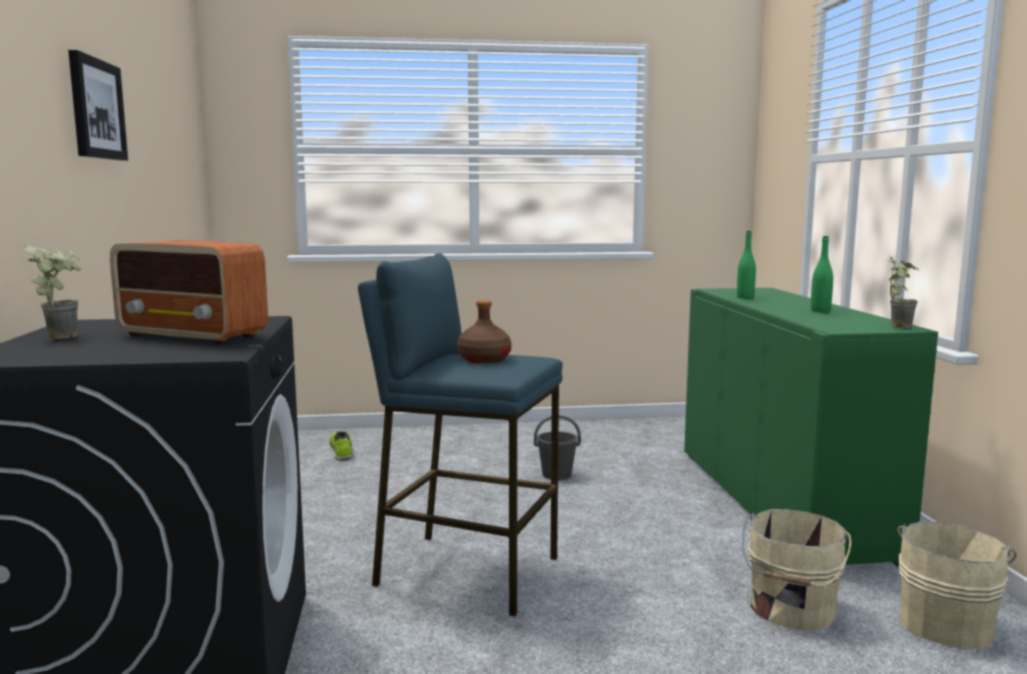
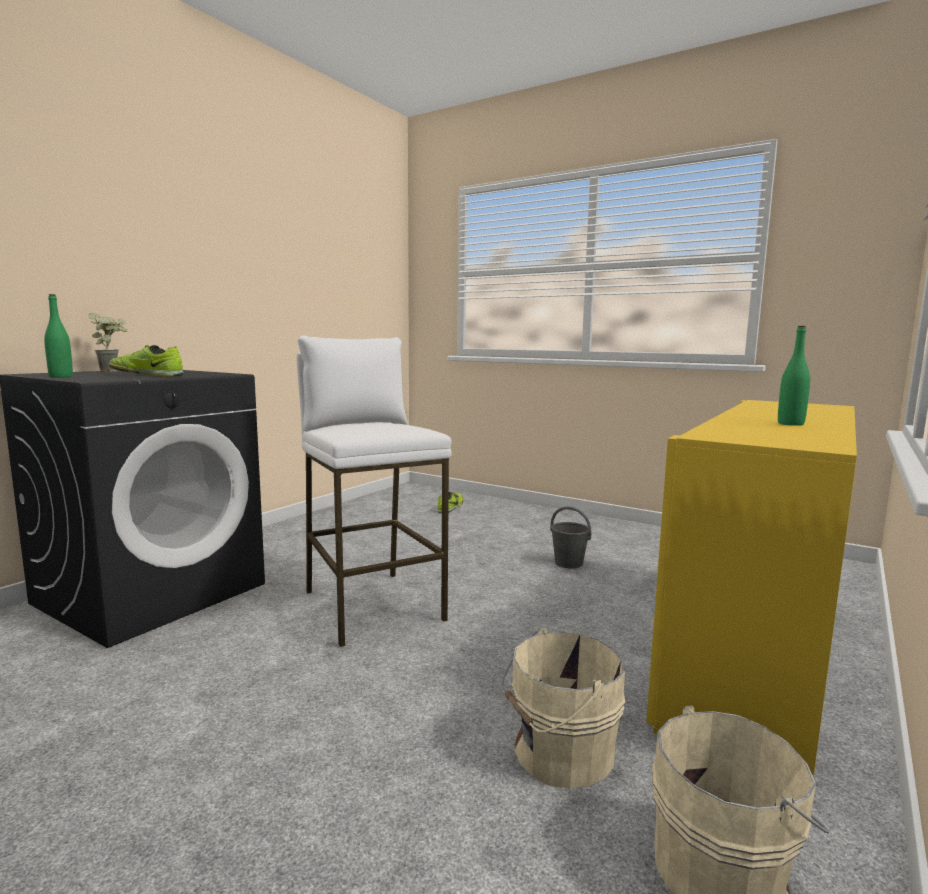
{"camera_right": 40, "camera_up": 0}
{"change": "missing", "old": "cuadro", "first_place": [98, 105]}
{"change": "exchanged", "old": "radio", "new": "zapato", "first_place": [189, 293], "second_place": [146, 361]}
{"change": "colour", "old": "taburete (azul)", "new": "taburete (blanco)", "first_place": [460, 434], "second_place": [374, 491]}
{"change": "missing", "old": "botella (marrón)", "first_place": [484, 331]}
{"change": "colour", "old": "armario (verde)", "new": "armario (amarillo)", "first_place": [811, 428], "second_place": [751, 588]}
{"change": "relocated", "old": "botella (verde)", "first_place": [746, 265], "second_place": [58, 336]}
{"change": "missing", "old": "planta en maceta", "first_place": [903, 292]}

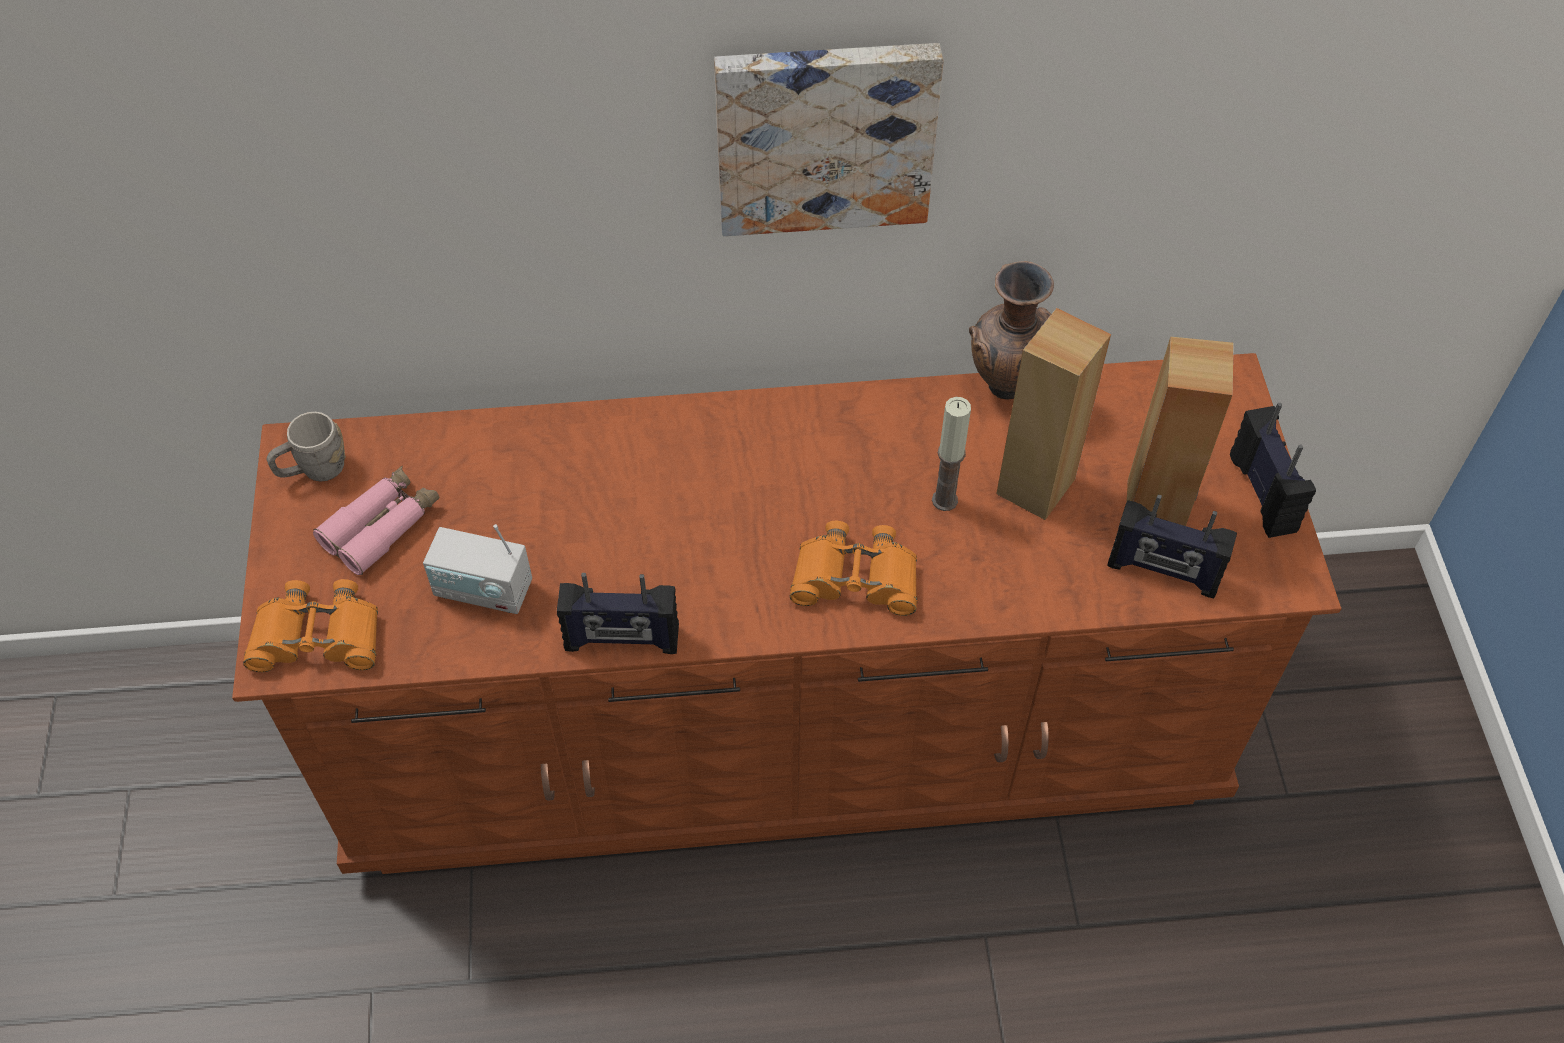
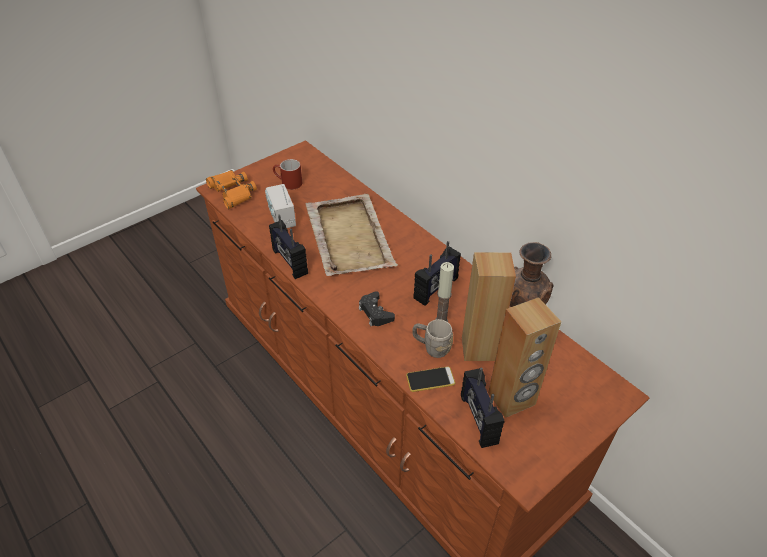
{"camera_right": 55, "camera_up": -10}
{"change": "relocated", "old": "taza grande (gris)", "first_place": [306, 447], "second_place": [432, 338]}
{"change": "exchanged", "old": "prismáticos (rosa)", "new": "taza grande (rojo)", "first_place": [376, 520], "second_place": [287, 174]}
{"change": "missing", "old": "cuadro", "first_place": [829, 139]}
{"change": "exchanged", "old": "prismáticos (naranja)", "new": "mando de consola (negro)", "first_place": [853, 568], "second_place": [377, 308]}
{"change": "relocated", "old": "radio", "first_place": [1273, 470], "second_place": [437, 273]}
{"change": "appeared", "new": "bandeja (beis)", "second_place": [351, 235]}
{"change": "appeared", "new": "móvil", "second_place": [430, 379]}

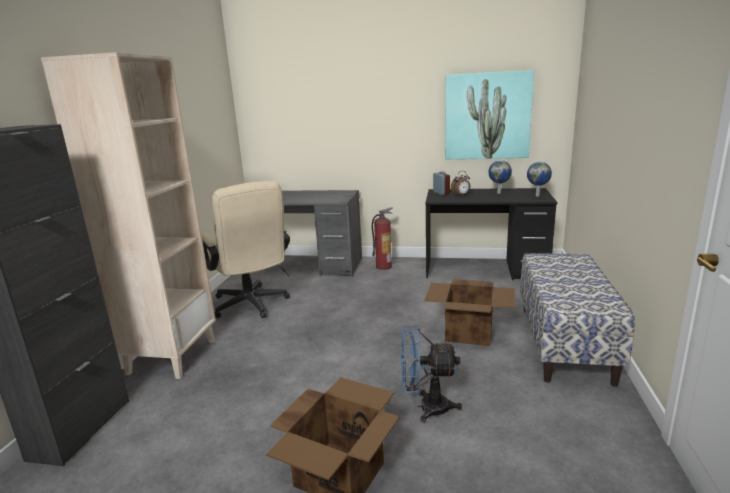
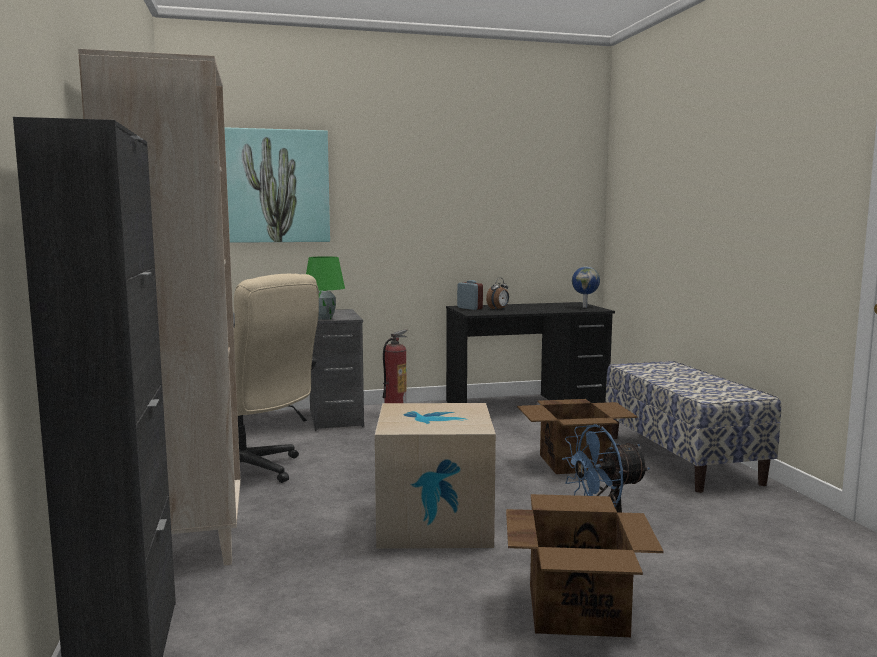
{"camera_right": -25, "camera_up": -10}
{"change": "relocated", "old": "cuadro", "first_place": [489, 114], "second_place": [277, 185]}
{"change": "missing", "old": "globo terráqueo", "first_place": [500, 177]}
{"change": "appeared", "new": "lámpara de mesa (verde)", "second_place": [325, 288]}
{"change": "appeared", "new": "caja de cartón", "second_place": [435, 476]}

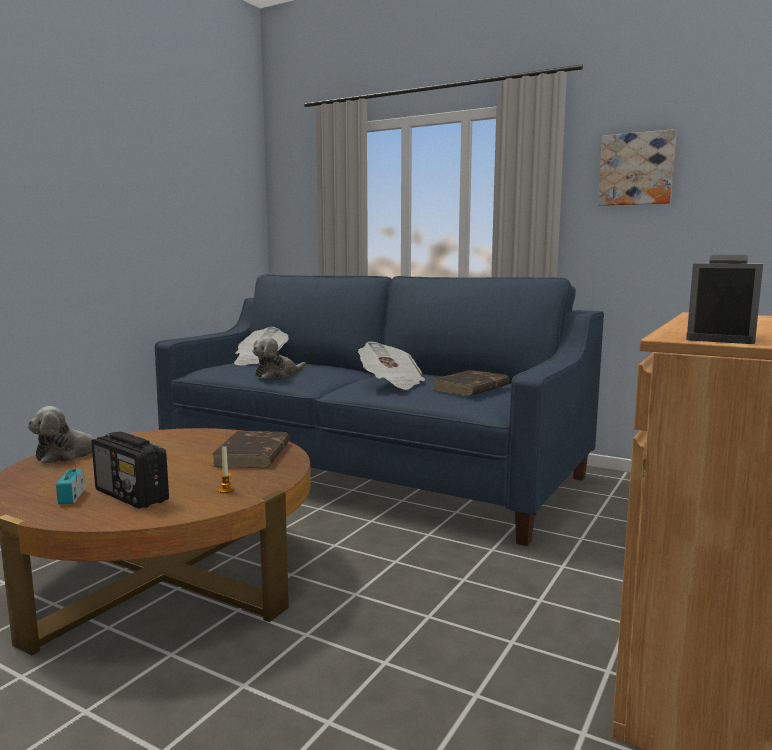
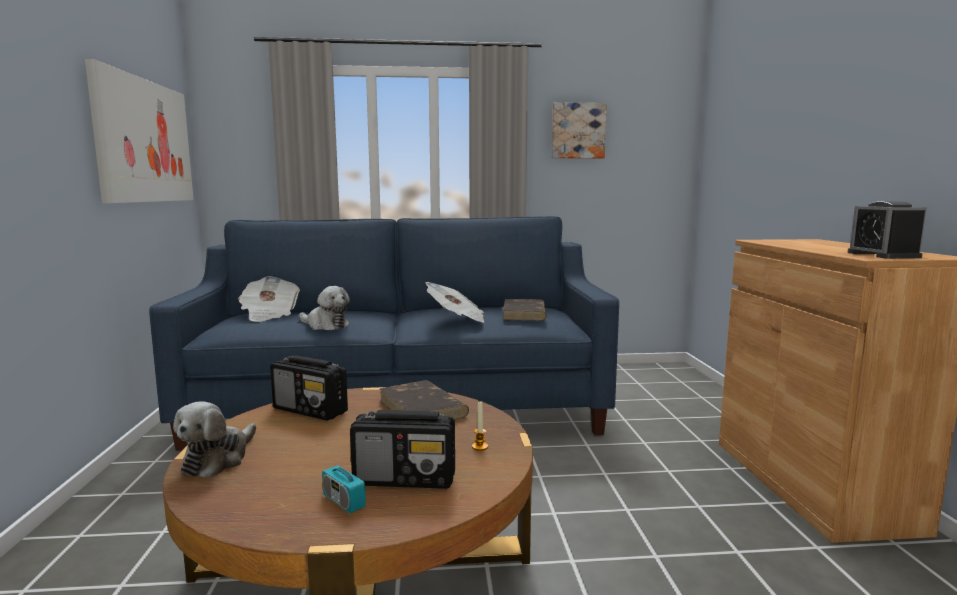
{"camera_right": -35, "camera_up": 0}
{"change": "spun", "old": "peluche", "first_place": [279, 358], "second_place": [324, 308], "degrees": -75}
{"change": "appeared", "new": "cuadro", "second_place": [139, 131]}
{"change": "appeared", "new": "radio", "second_place": [309, 388]}

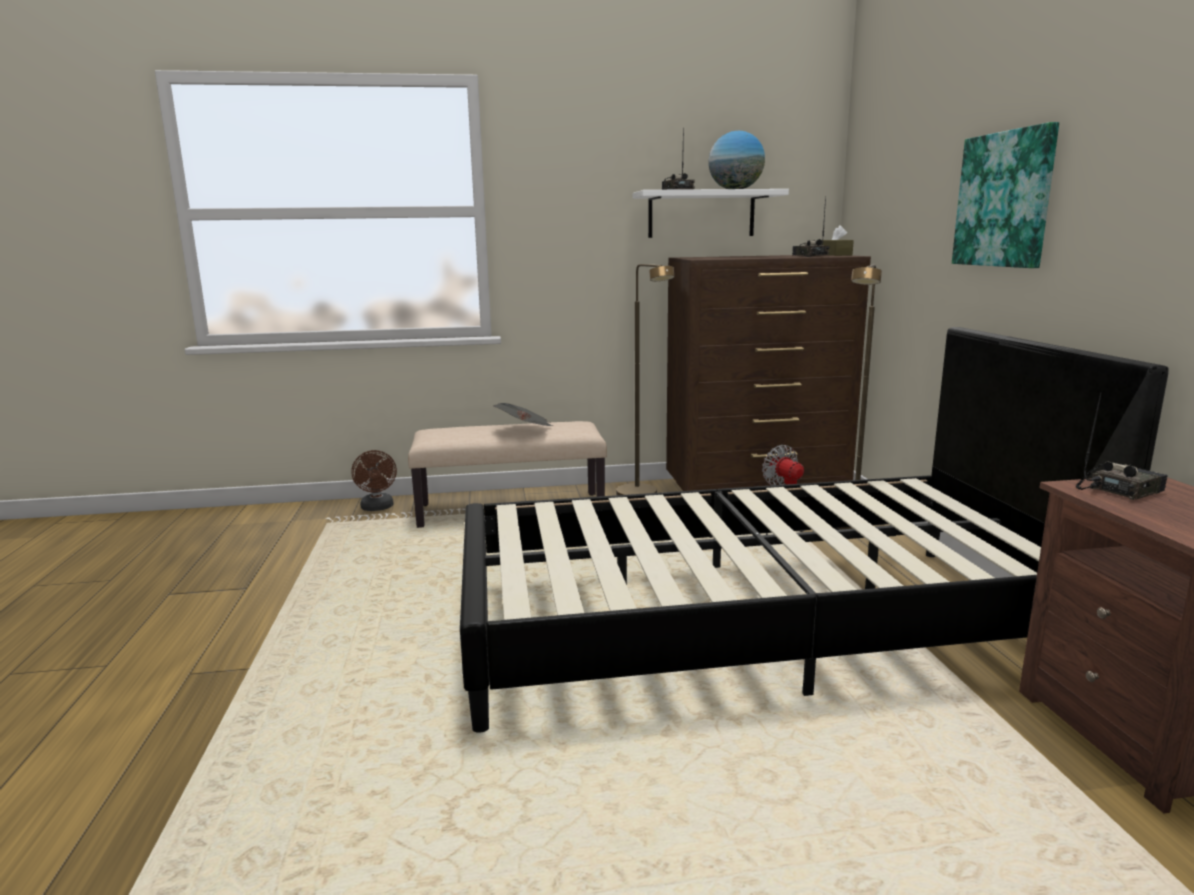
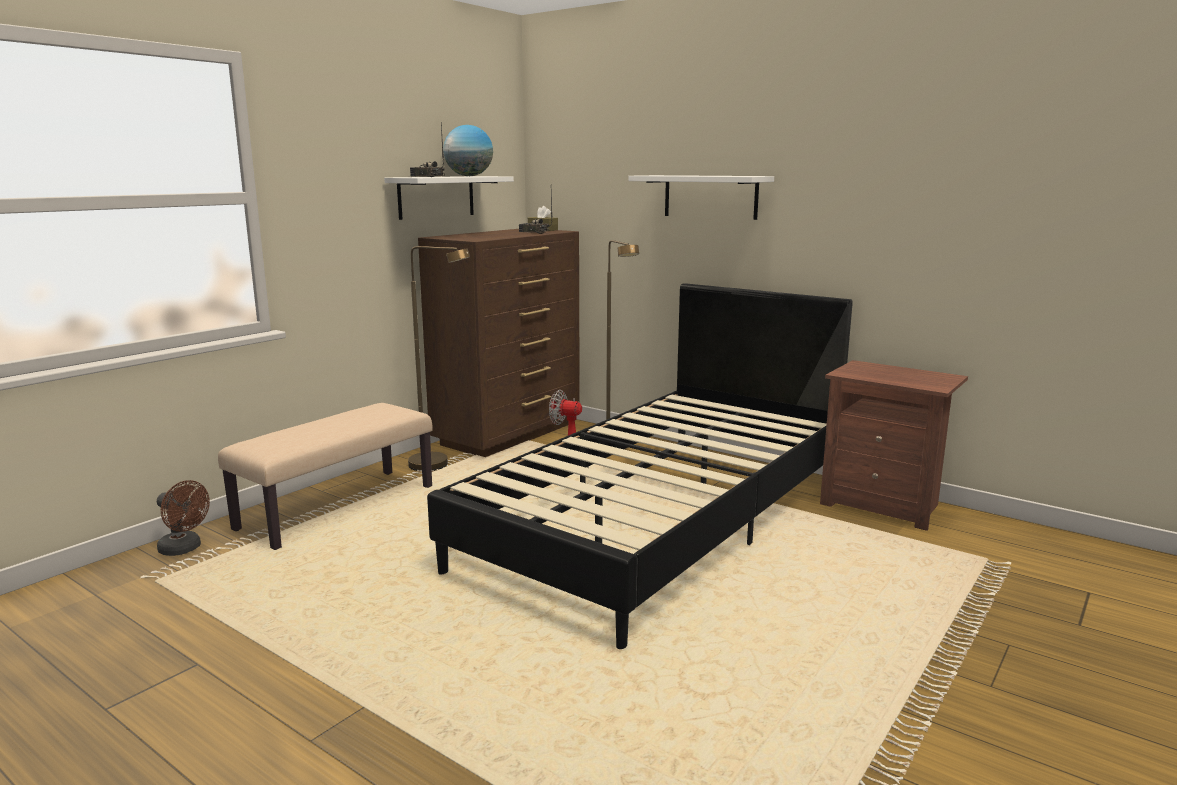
{"camera_right": -45, "camera_up": 0}
{"change": "missing", "old": "periódico", "first_place": [523, 414]}
{"change": "exchanged", "old": "cuadro", "new": "estante (blanco)", "first_place": [1005, 195], "second_place": [701, 197]}
{"change": "missing", "old": "radio", "first_place": [1122, 446]}

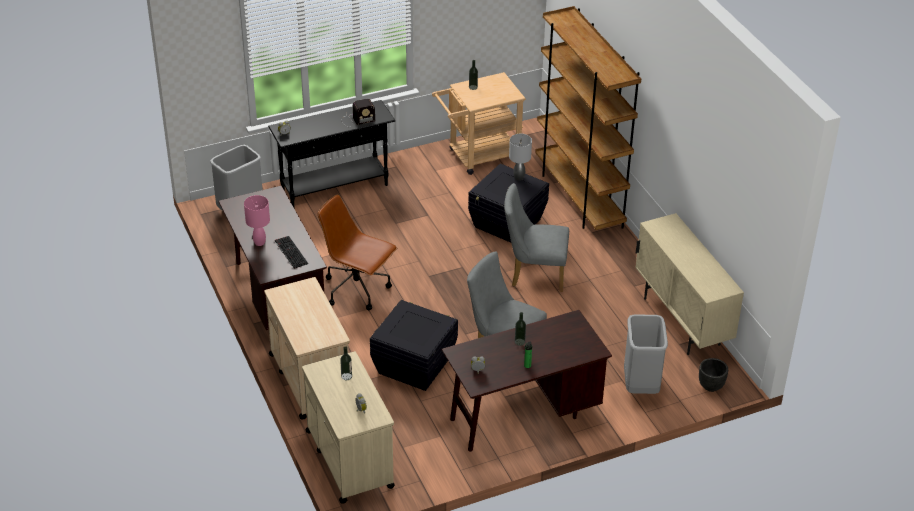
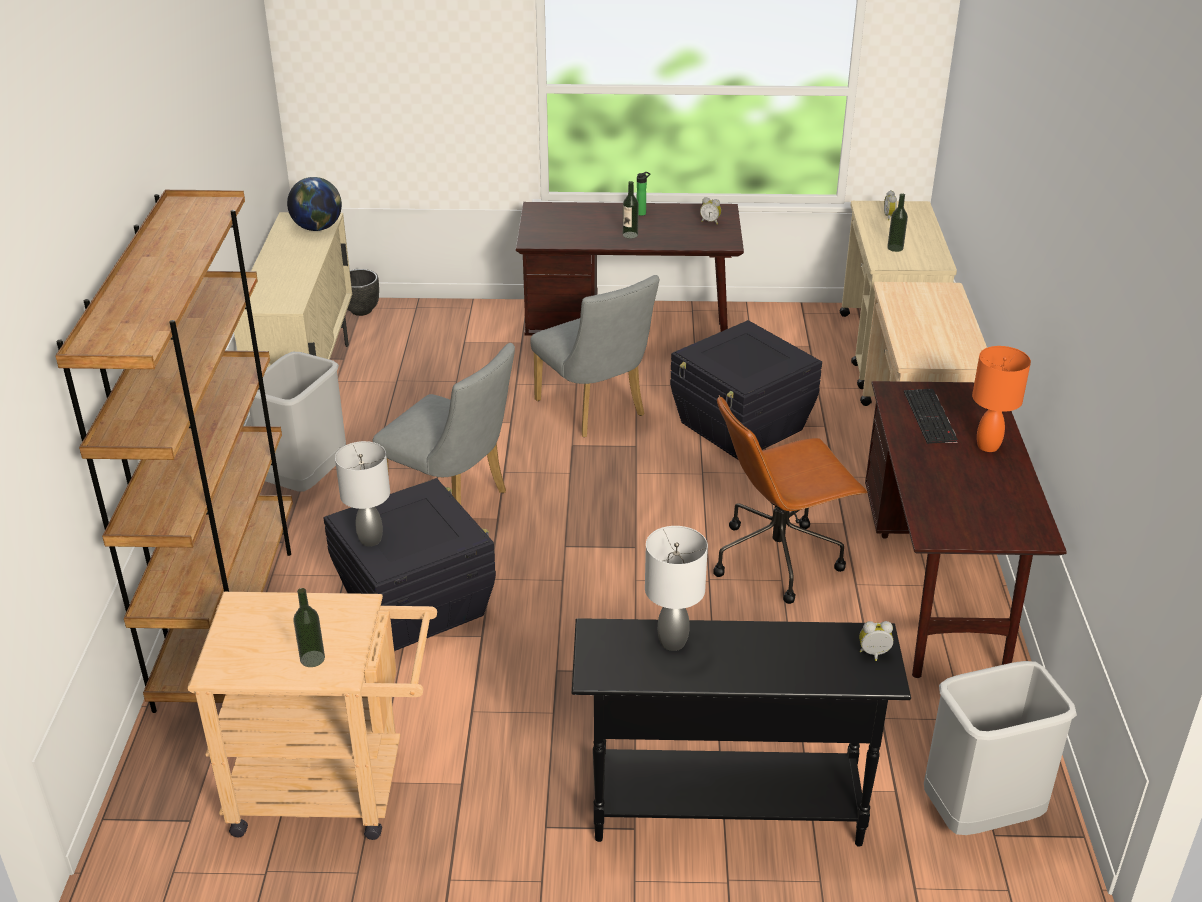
{"camera_right": -155, "camera_up": -5}
{"change": "colour", "old": "lámpara de mesa (rosa)", "new": "lámpara de mesa (naranja)", "first_place": [257, 220], "second_place": [1001, 399]}
{"change": "spun", "old": "silla de oficina (marrón)", "first_place": [357, 252], "second_place": [790, 499], "degrees": 105}
{"change": "exchanged", "old": "radio", "new": "lámpara de mesa (gris)", "first_place": [358, 113], "second_place": [676, 588]}
{"change": "relocated", "old": "papelera (gris)", "first_place": [646, 354], "second_place": [298, 422]}
{"change": "appeared", "new": "globo terráqueo", "second_place": [314, 204]}

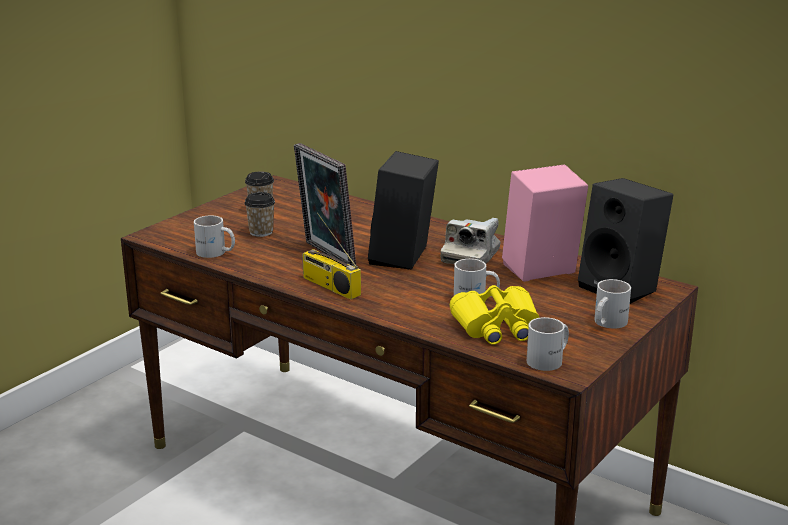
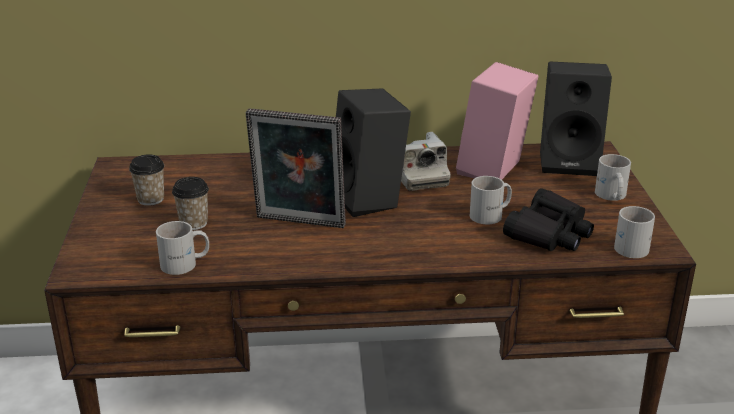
{"camera_right": -40, "camera_up": 5}
{"change": "missing", "old": "radio", "first_place": [331, 256]}
{"change": "colour", "old": "prismáticos (amarillo)", "new": "prismáticos (negro)", "first_place": [495, 315], "second_place": [548, 219]}

